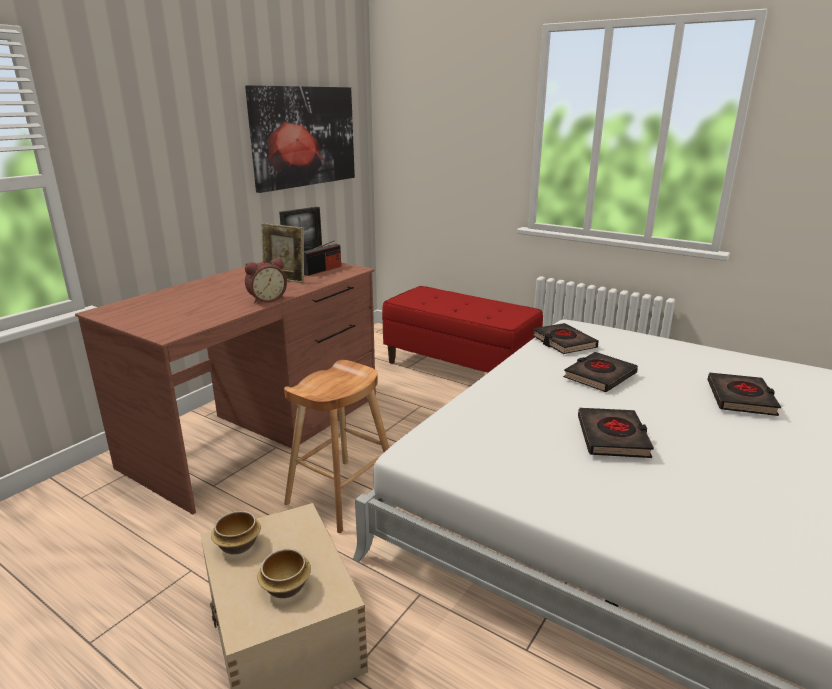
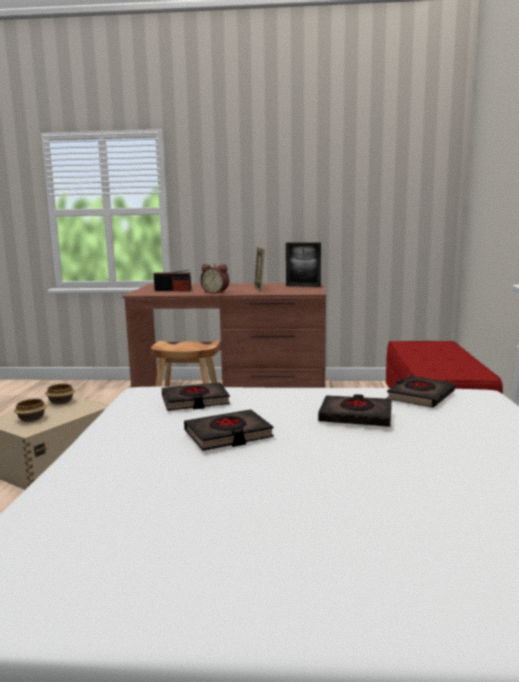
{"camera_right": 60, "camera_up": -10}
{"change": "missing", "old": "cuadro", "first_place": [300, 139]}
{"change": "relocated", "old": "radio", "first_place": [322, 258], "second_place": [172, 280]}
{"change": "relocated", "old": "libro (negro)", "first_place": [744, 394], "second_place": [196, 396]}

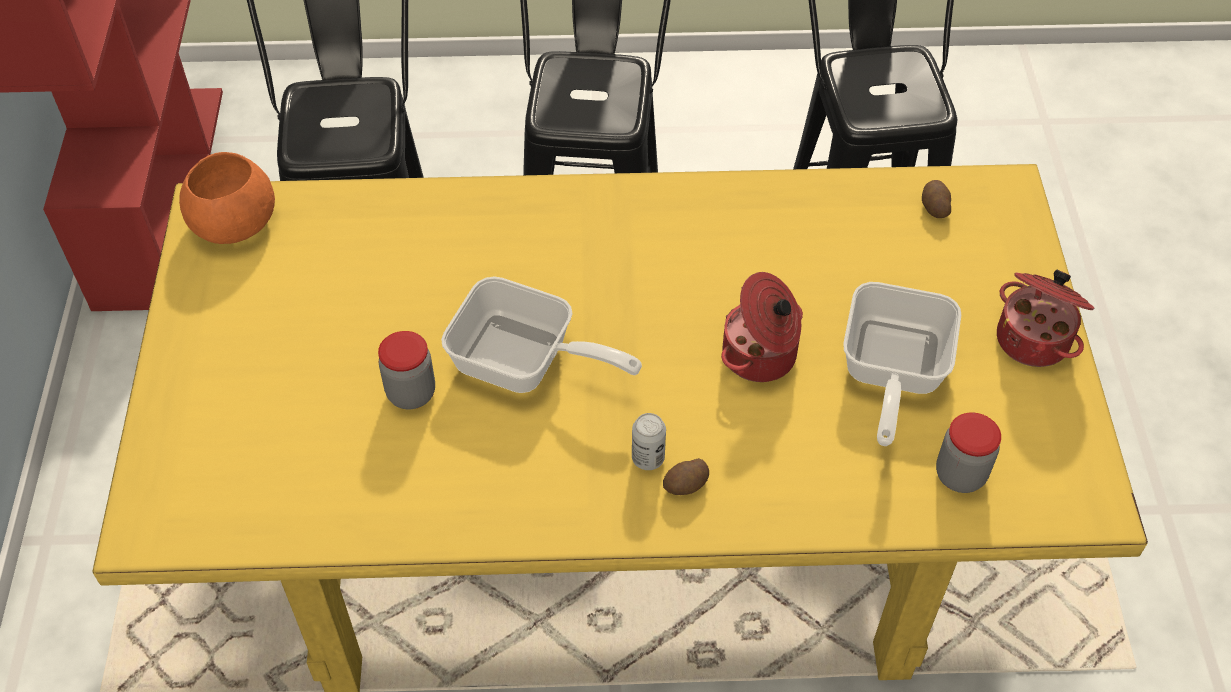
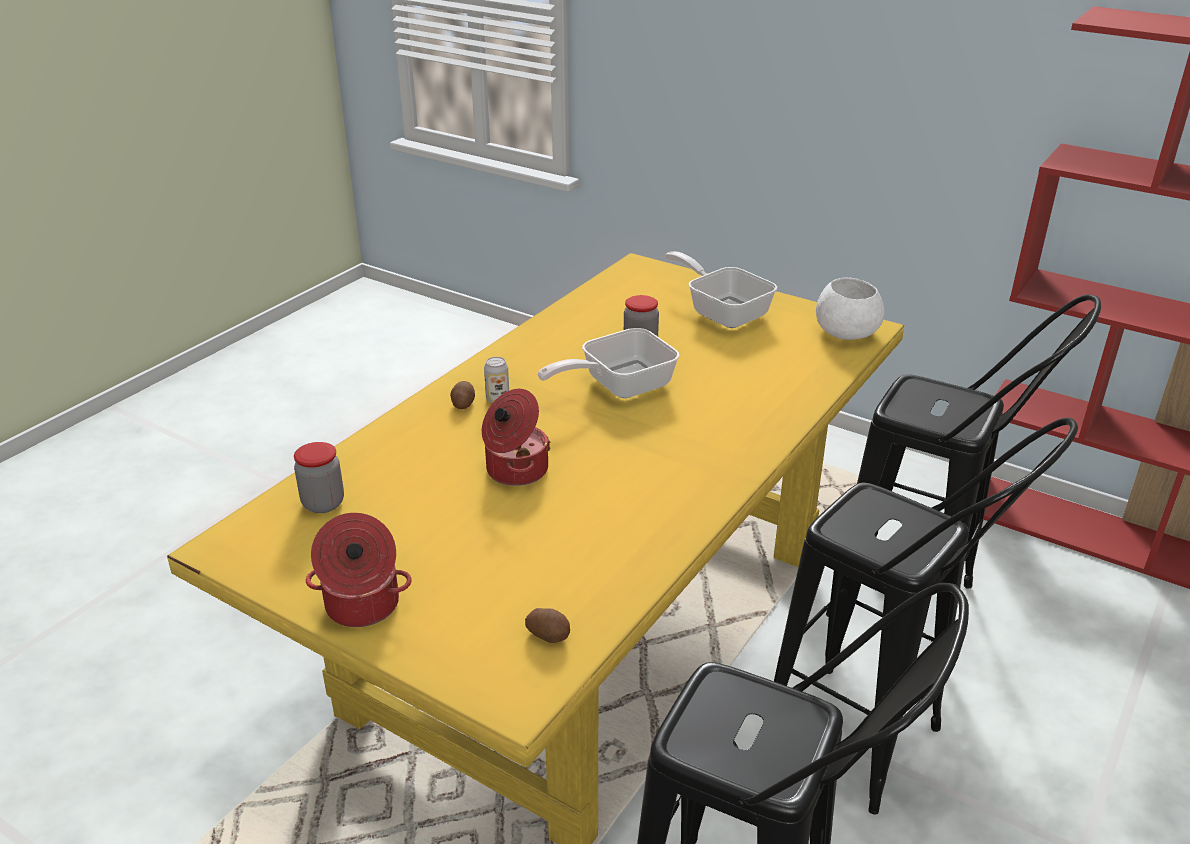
{"camera_right": 125, "camera_up": -20}
{"change": "colour", "old": "cuenco (naranja)", "new": "cuenco (blanco)", "first_place": [227, 198], "second_place": [850, 308]}
{"change": "relocated", "old": "sartén", "first_place": [902, 364], "second_place": [721, 289]}

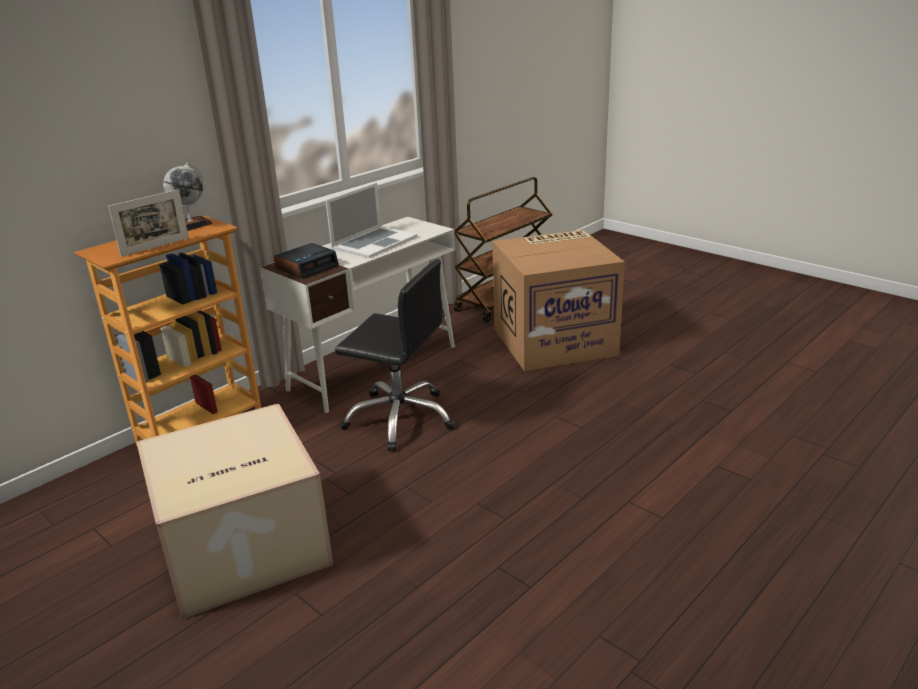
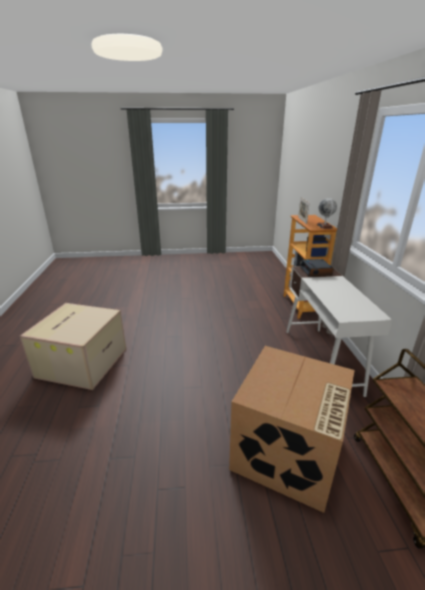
{"camera_right": 130, "camera_up": 0}
{"change": "relocated", "old": "caja de cartón", "first_place": [234, 511], "second_place": [73, 346]}
{"change": "missing", "old": "portátil", "first_place": [371, 220]}
{"change": "missing", "old": "silla de oficina (negro)", "first_place": [395, 355]}

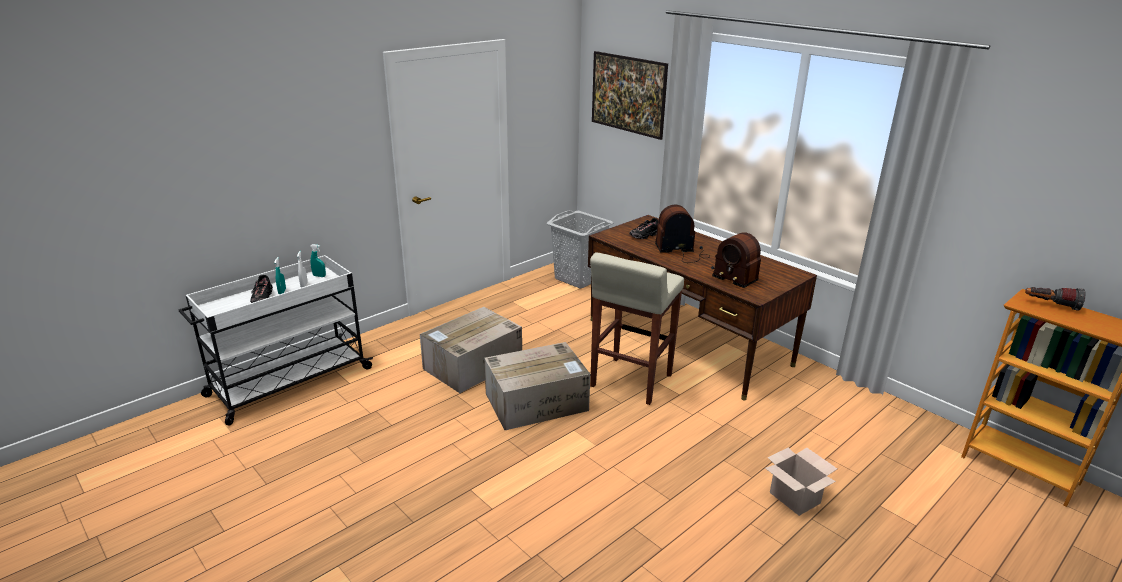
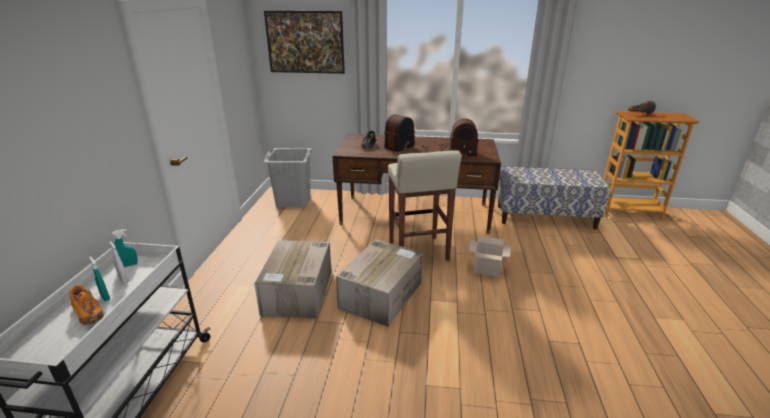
{"camera_right": -40, "camera_up": 0}
{"change": "colour", "old": "zapato (negro)", "new": "zapato (naranja)", "first_place": [261, 289], "second_place": [87, 305]}
{"change": "relocated", "old": "caja de cartón", "first_place": [801, 482], "second_place": [489, 256]}
{"change": "appeared", "new": "banco", "second_place": [554, 197]}

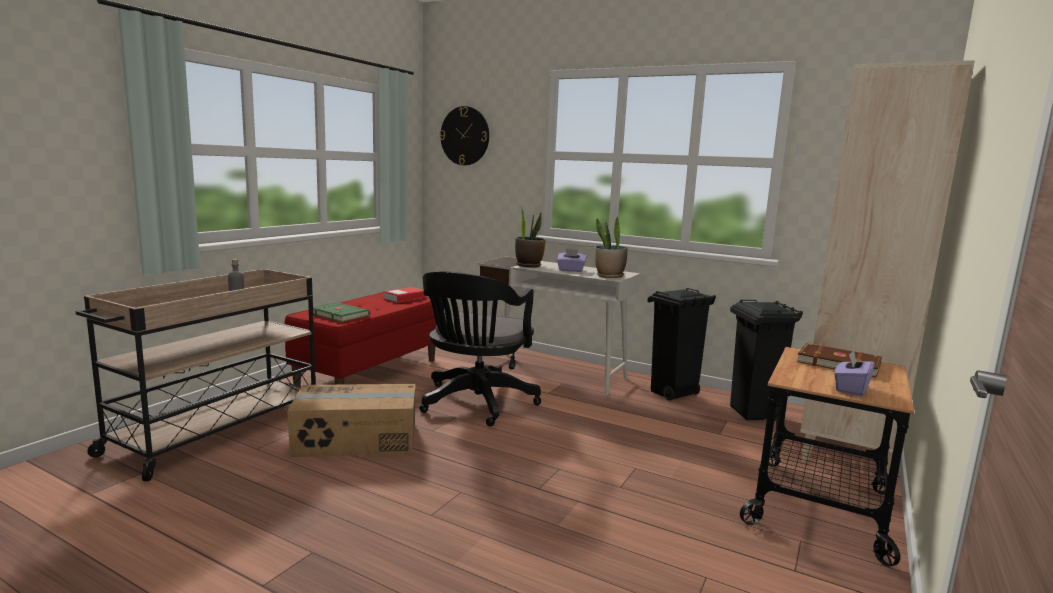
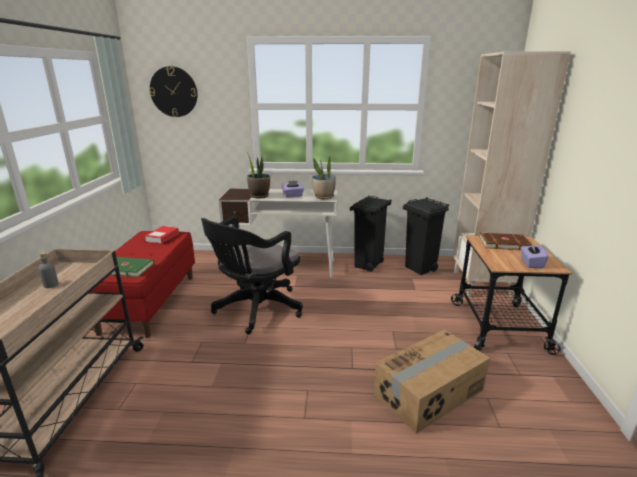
{"camera_right": -25, "camera_up": 10}
{"change": "relocated", "old": "caja de cartón", "first_place": [351, 420], "second_place": [432, 381]}
{"change": "spun", "old": "silla de oficina (negro)", "first_place": [480, 349], "second_place": [252, 275], "degrees": 45}

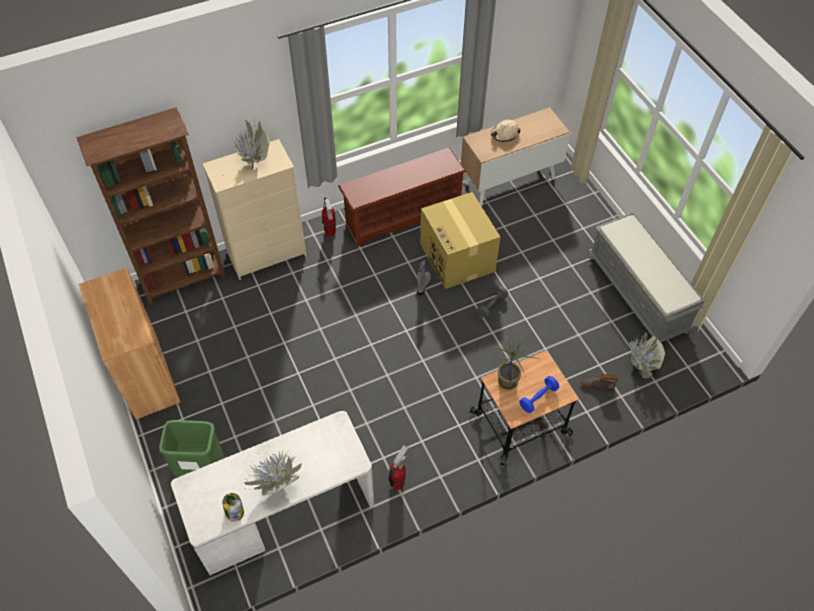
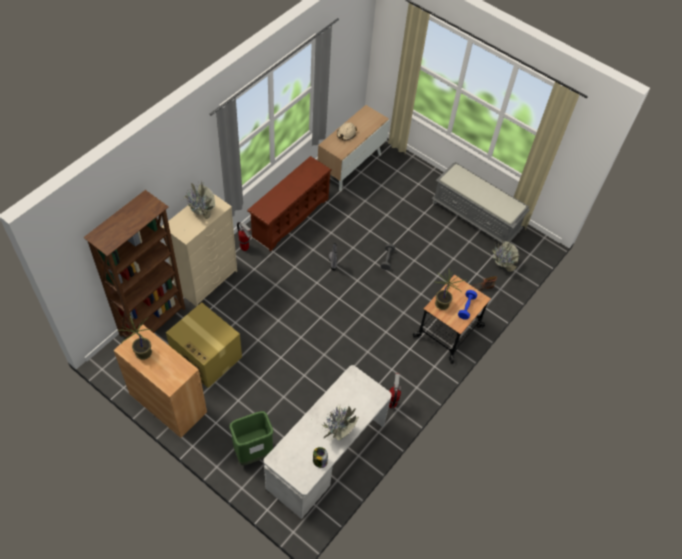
{"camera_right": -30, "camera_up": 0}
{"change": "relocated", "old": "caja de cartón", "first_place": [460, 240], "second_place": [204, 345]}
{"change": "appeared", "new": "planta en maceta", "second_place": [135, 337]}

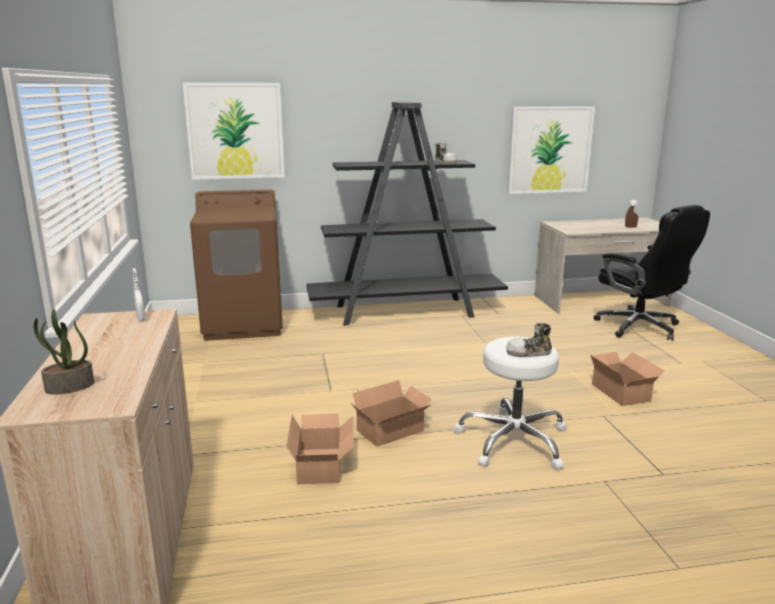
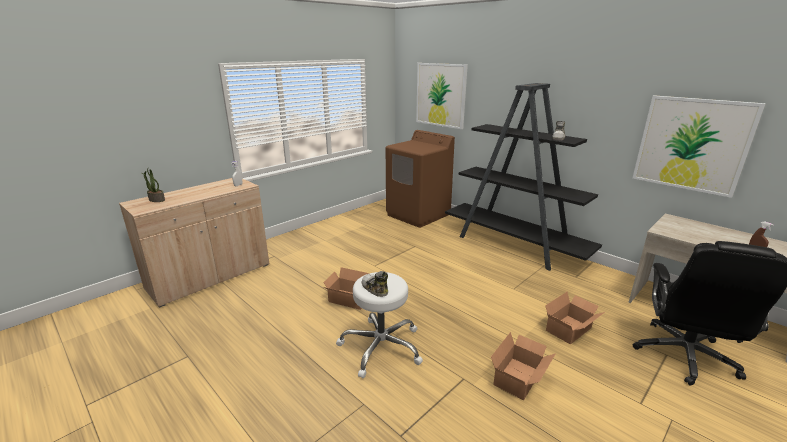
{"camera_right": 55, "camera_up": 5}
{"change": "relocated", "old": "caja de cartón", "first_place": [320, 449], "second_place": [575, 318]}

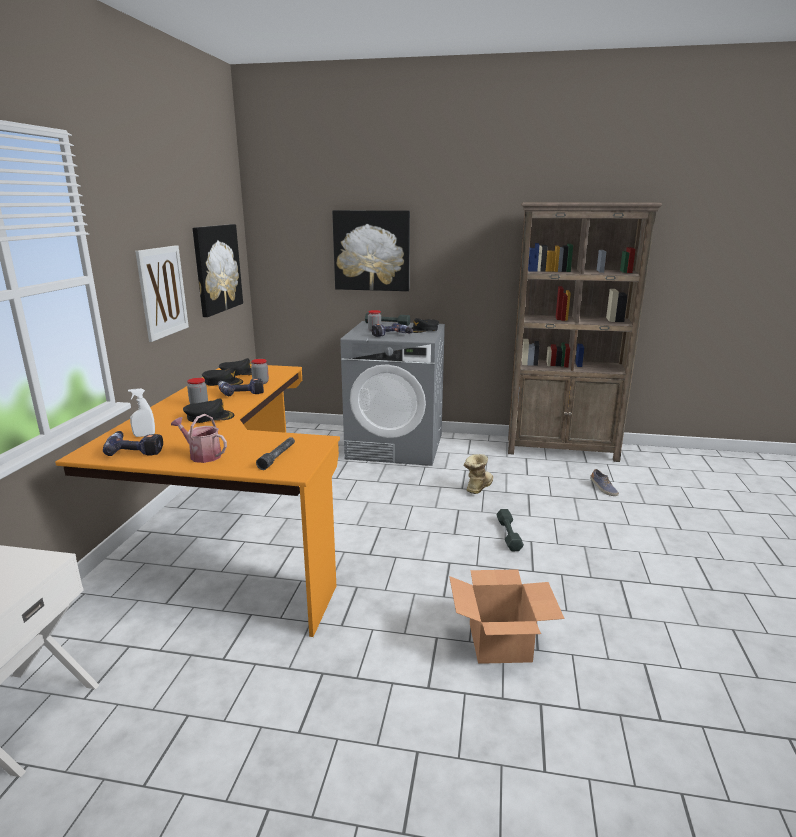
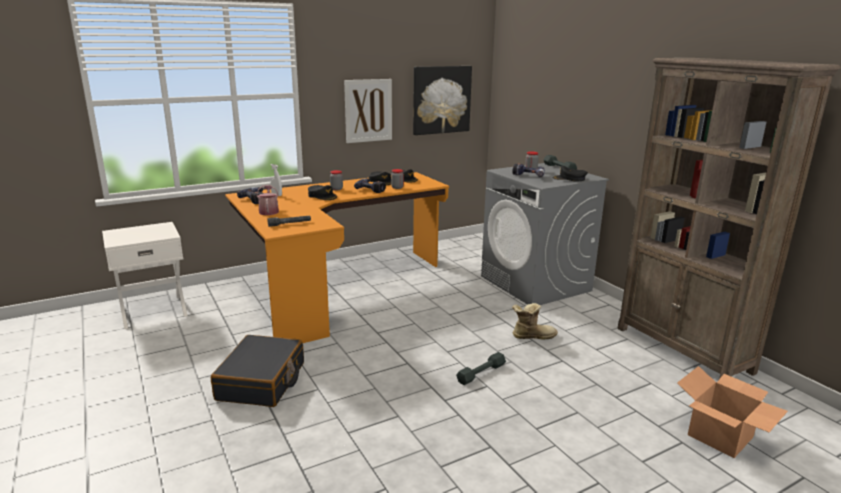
{"camera_right": 50, "camera_up": 0}
{"change": "missing", "old": "cuadro", "first_place": [371, 250]}
{"change": "relocated", "old": "caja de cartón", "first_place": [507, 616], "second_place": [732, 412]}
{"change": "missing", "old": "zapato", "first_place": [604, 482]}
{"change": "appeared", "new": "maleta (negro)", "second_place": [257, 371]}

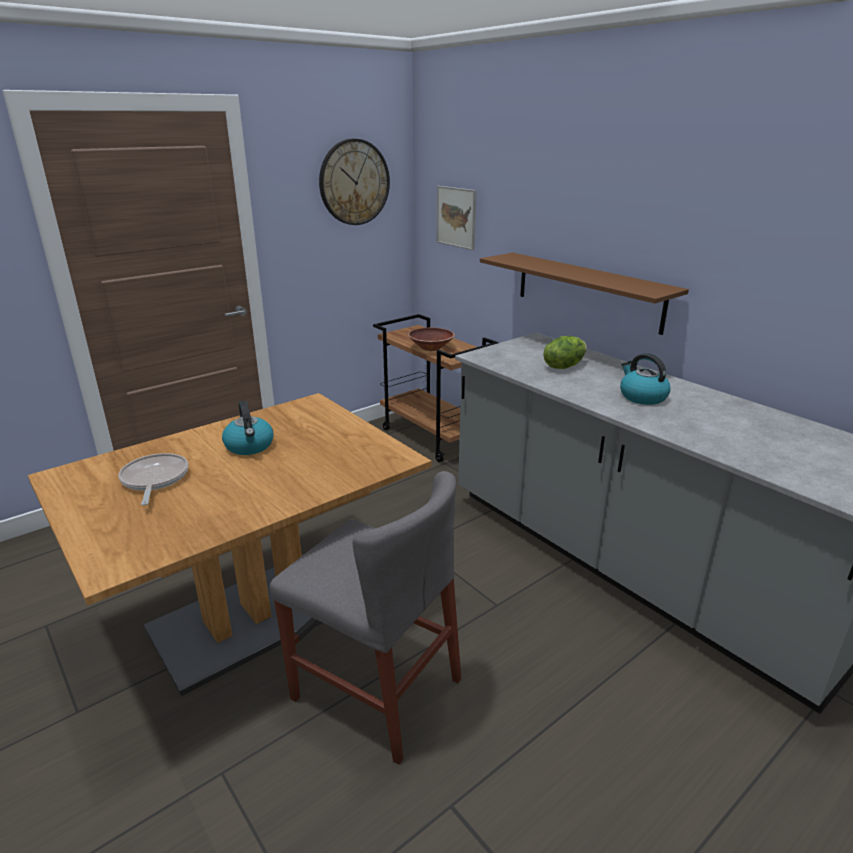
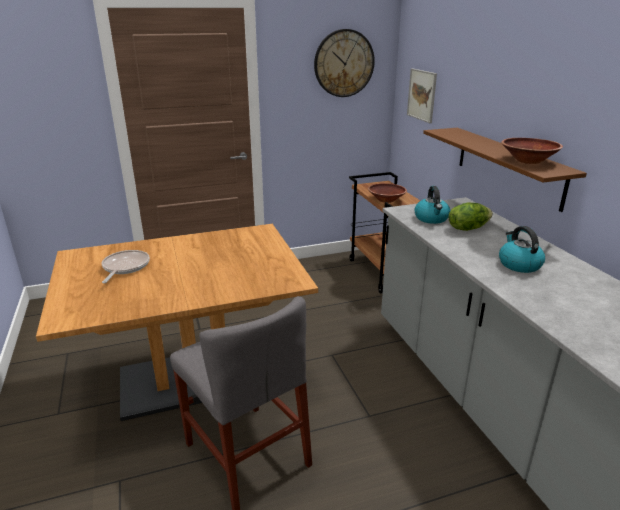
{"camera_right": 20, "camera_up": 0}
{"change": "relocated", "old": "hervidor", "first_place": [248, 428], "second_place": [432, 205]}
{"change": "appeared", "new": "cuenco (marrón)", "second_place": [532, 151]}

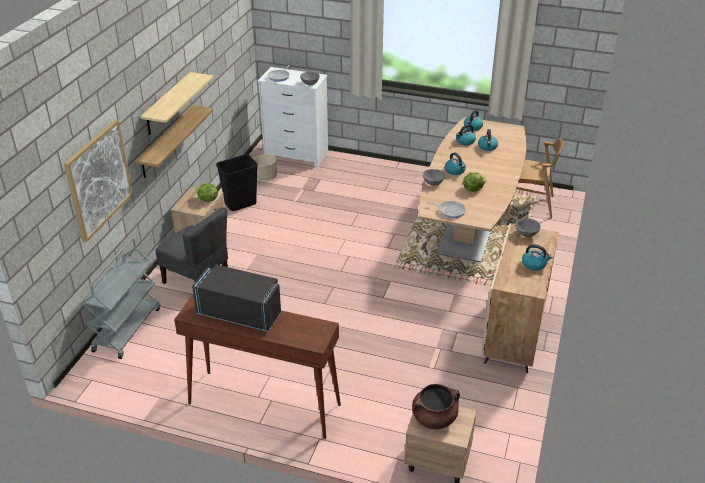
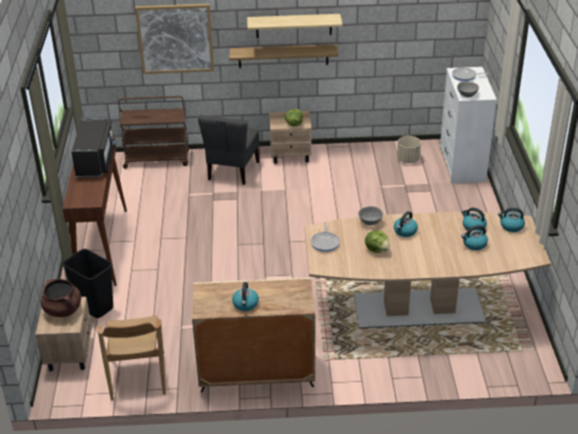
{"camera_right": 70, "camera_up": 0}
{"change": "colour", "old": "carrito (gris)", "new": "carrito (marrón)", "first_place": [120, 298], "second_place": [153, 132]}
{"change": "relocated", "old": "papelera (negro)", "first_place": [237, 182], "second_place": [87, 283]}
{"change": "relocated", "old": "silla (marrón)", "first_place": [534, 178], "second_place": [131, 358]}
{"change": "missing", "old": "cuenco (gris)", "first_place": [528, 227]}

